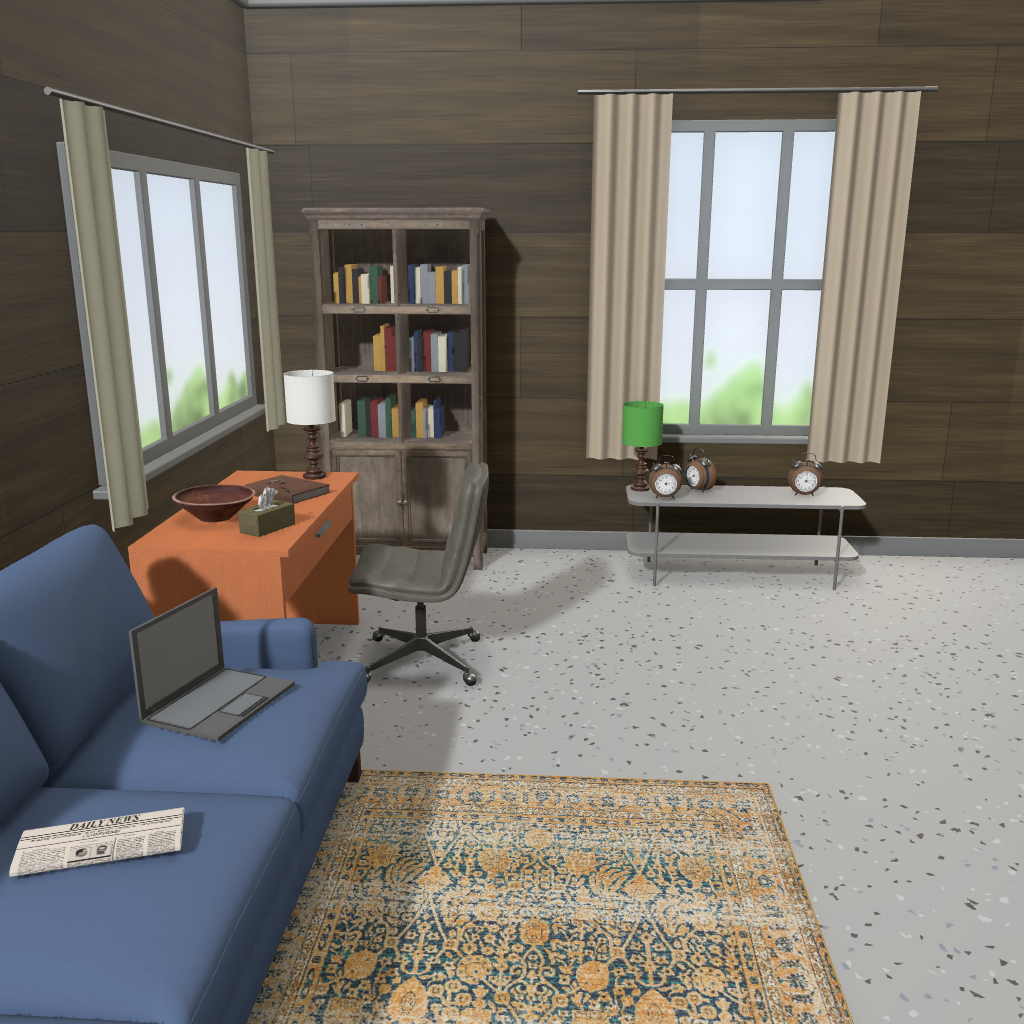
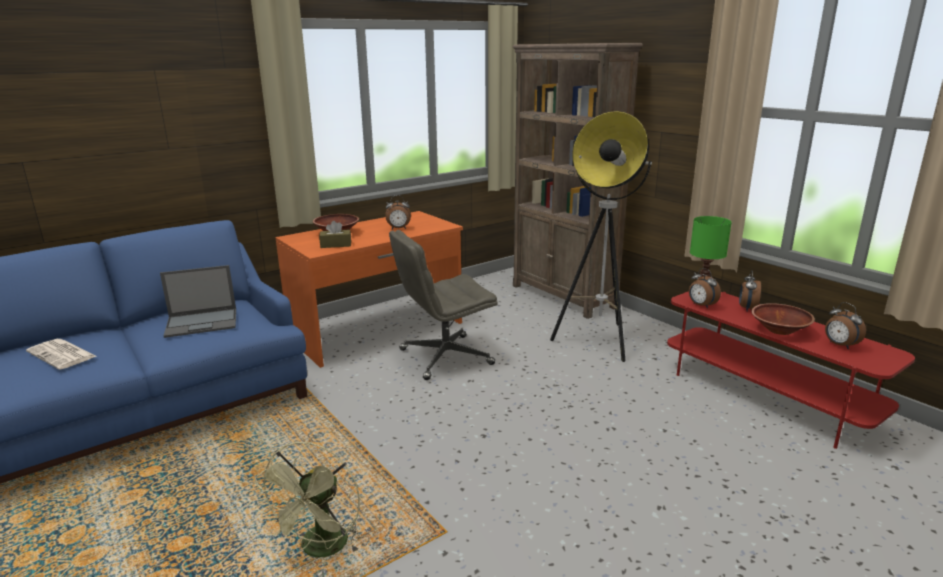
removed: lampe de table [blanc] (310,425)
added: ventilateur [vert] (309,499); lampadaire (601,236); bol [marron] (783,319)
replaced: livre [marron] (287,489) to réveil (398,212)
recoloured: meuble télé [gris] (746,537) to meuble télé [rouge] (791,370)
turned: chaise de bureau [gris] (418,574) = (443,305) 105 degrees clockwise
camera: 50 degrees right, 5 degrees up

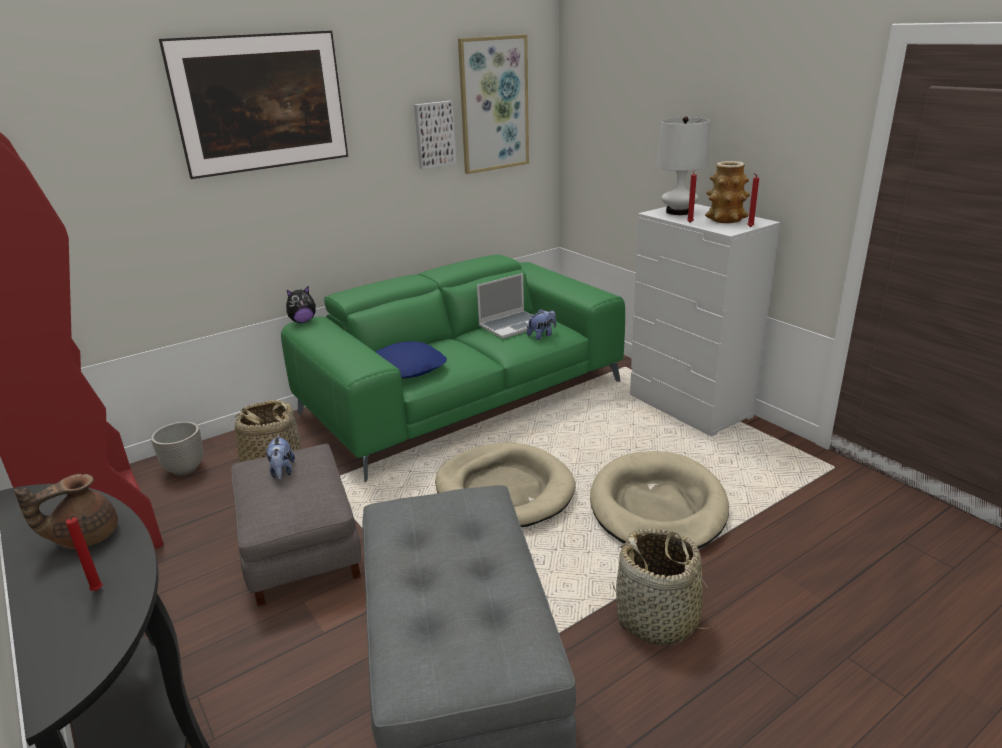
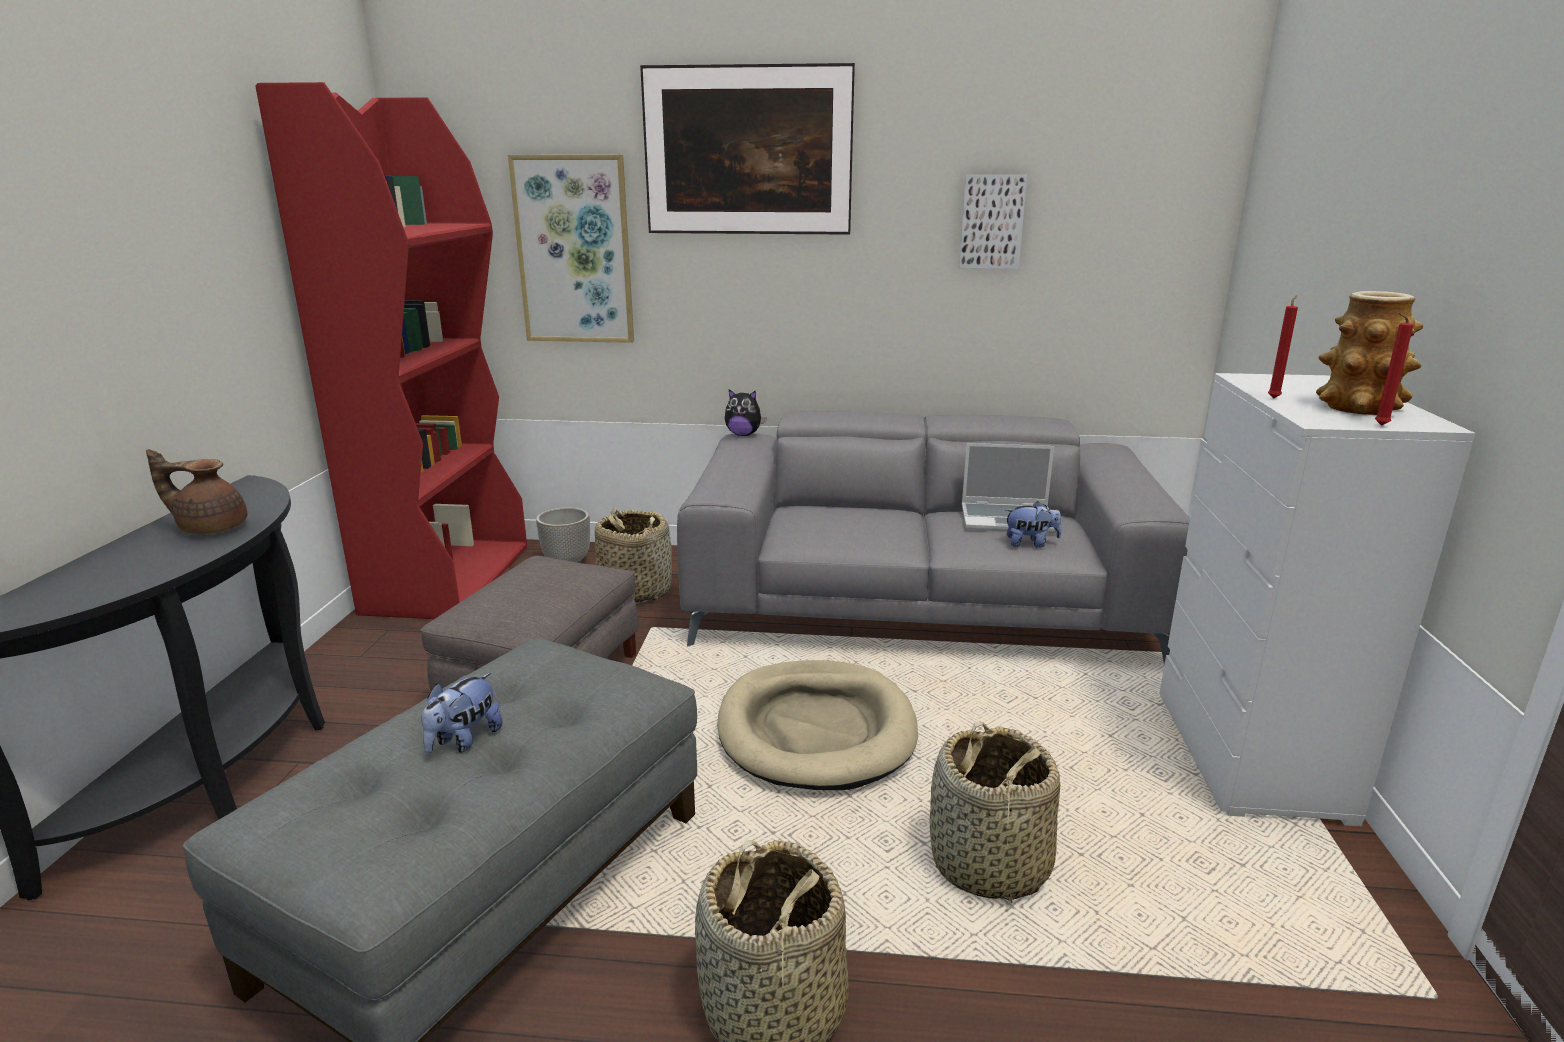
removed: bougie [rouge] (84,552); coussin [bleu] (411,359); lampe de table [blanc] (683,165)
moved: peluche (280,457) to (462,713); tableau (493,104) to (571,249)
replaced: panier pour chien [beige] (659,500) to panier (995,812)
recoloured: canapé [vert] (453,368) to canapé [gris] (933,537)
camera: 40 degrees right, 5 degrees down

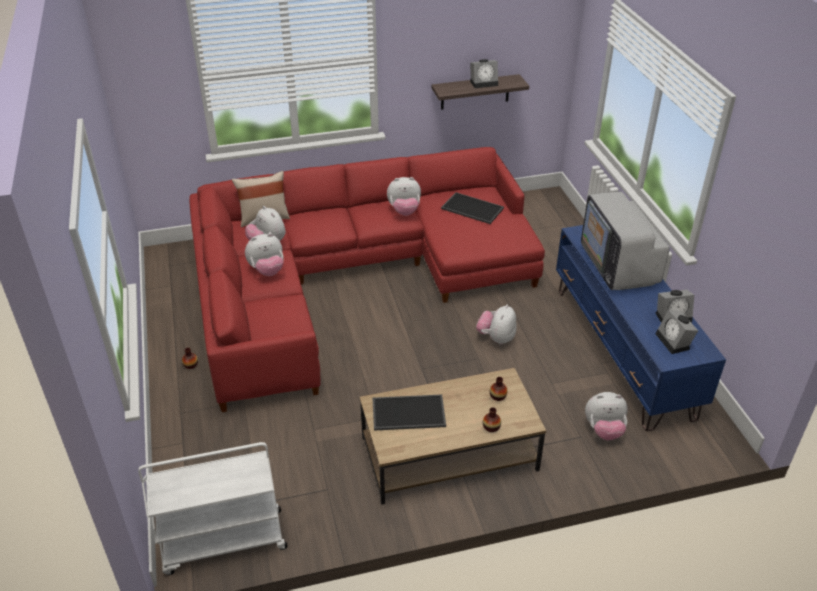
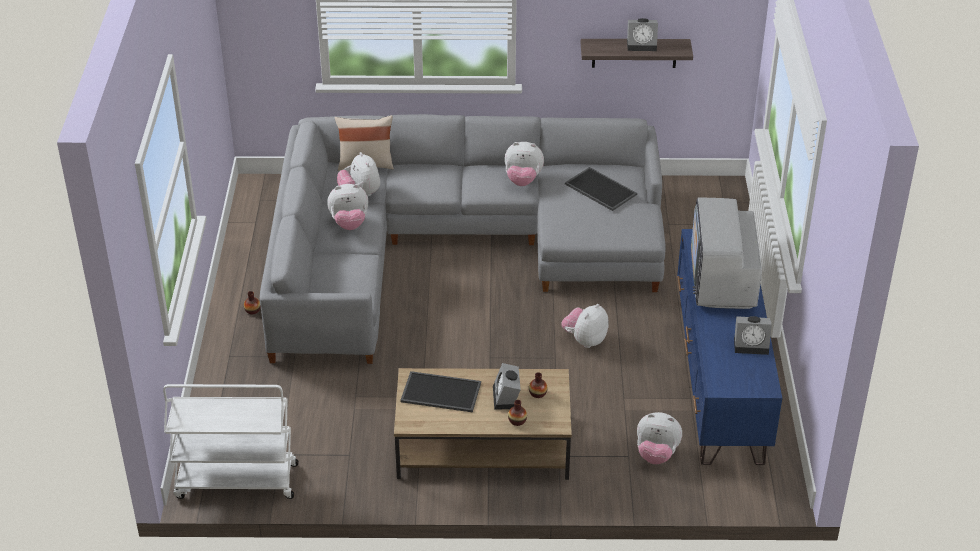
moved: réveil (676,332) to (507,386)
recoloured: canapé [rouge] (367,279) to canapé [gris] (463,239)
camera: 15 degrees right, 0 degrees up

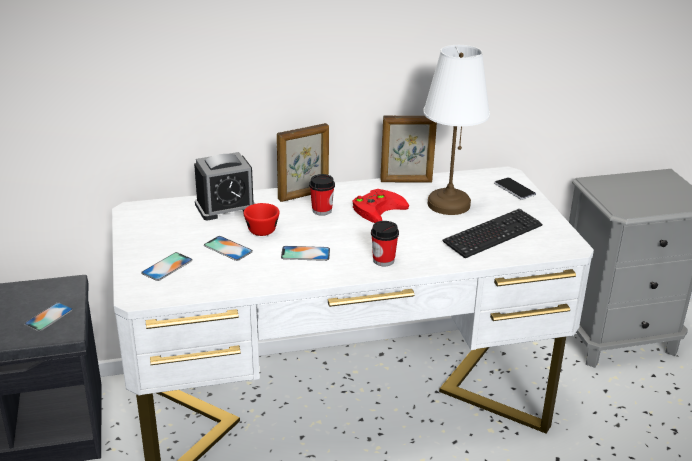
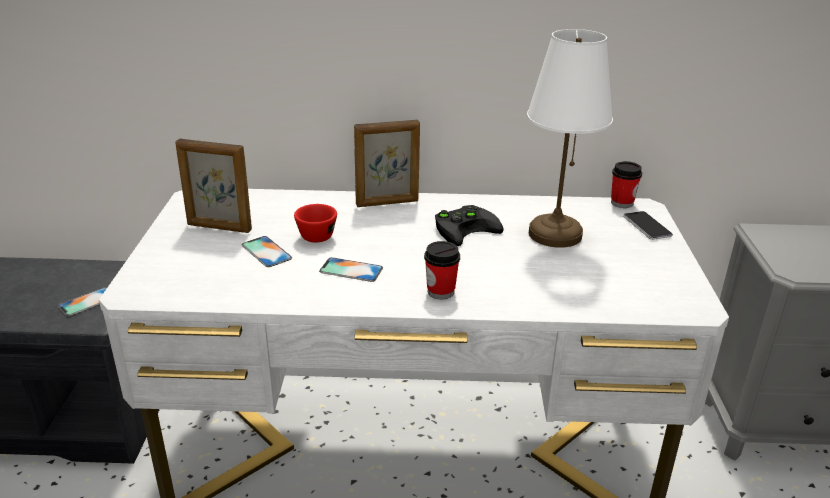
removed: téléphone (167,266); réveil (224,186); clavier (492,233)
moved: tasse (322,195) to (626,184); cadre photo (408,149) to (213,186)
recoloured: manette [rouge] (381,206) to manette [noir] (469,225)
camera: 15 degrees right, 0 degrees up

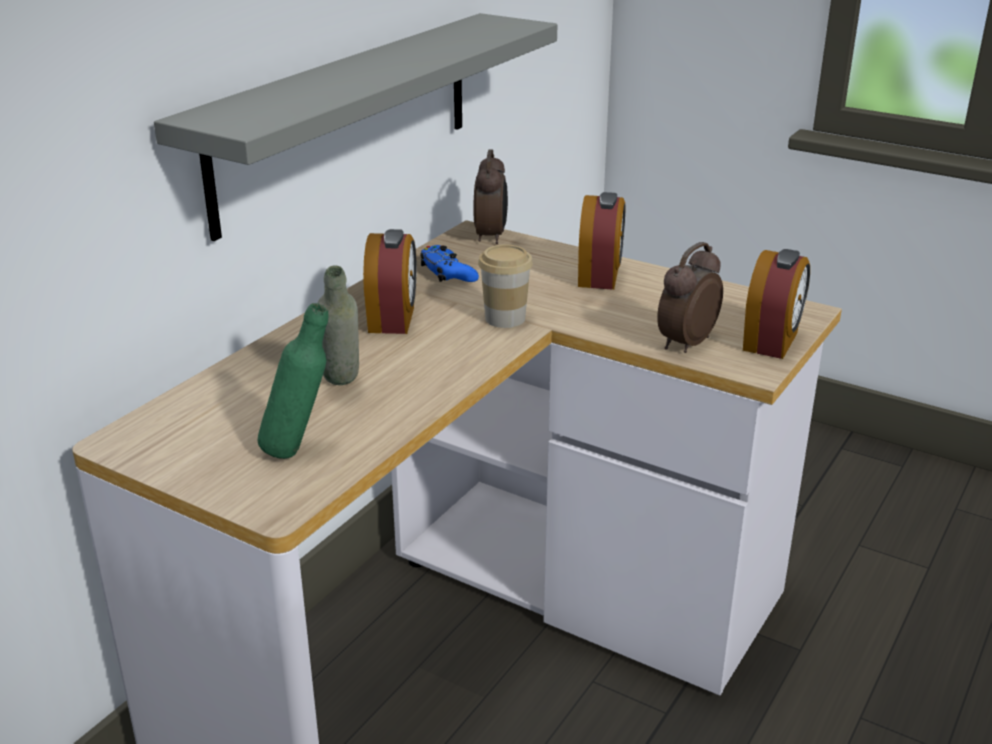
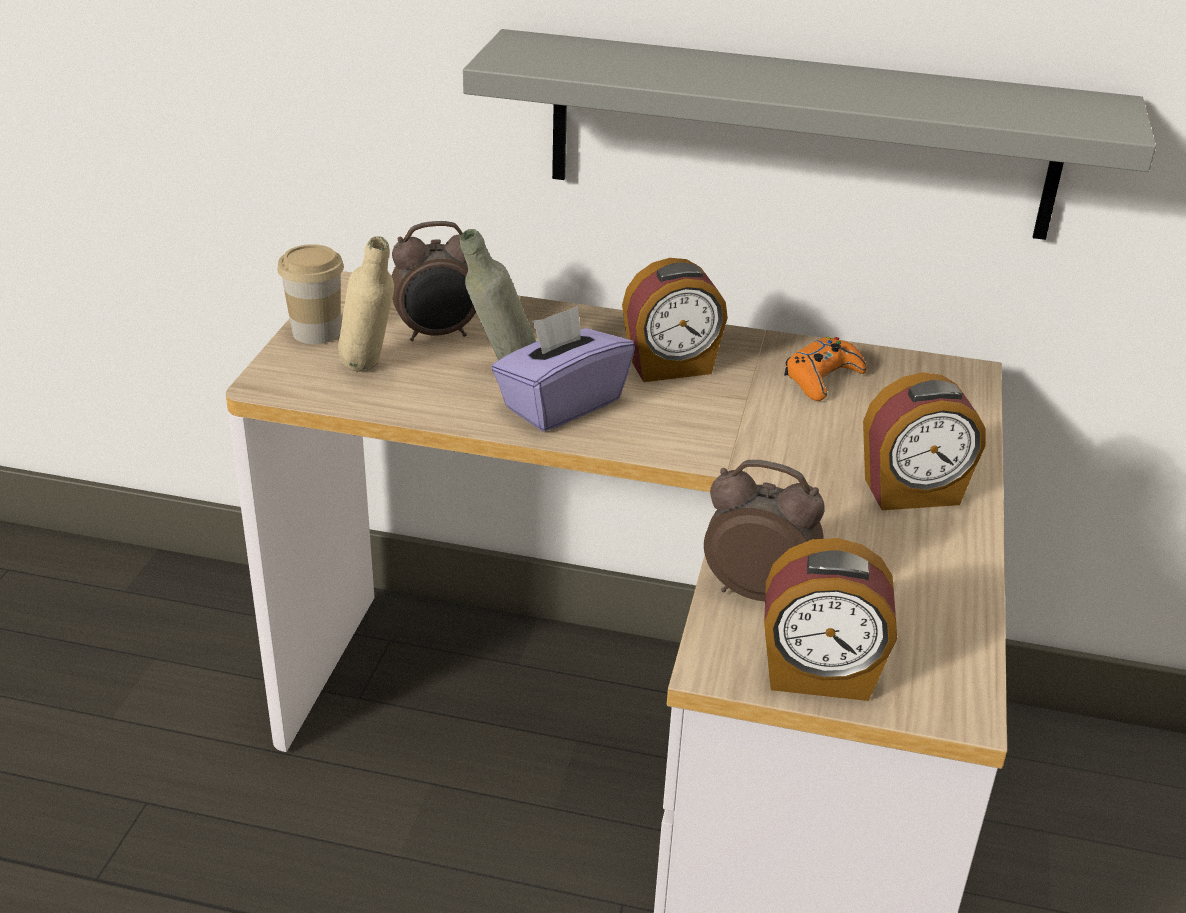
added: boîte à mouchoirs [violet] (563,369)
moved: réveil (490,196) to (434,281); tasse (505,286) to (310,294)
recoloured: bouteille [vert] (293,381) to bouteille [beige] (366,304); manette [bleu] (449,263) to manette [orange] (825,368)
camera: 70 degrees right, 5 degrees up

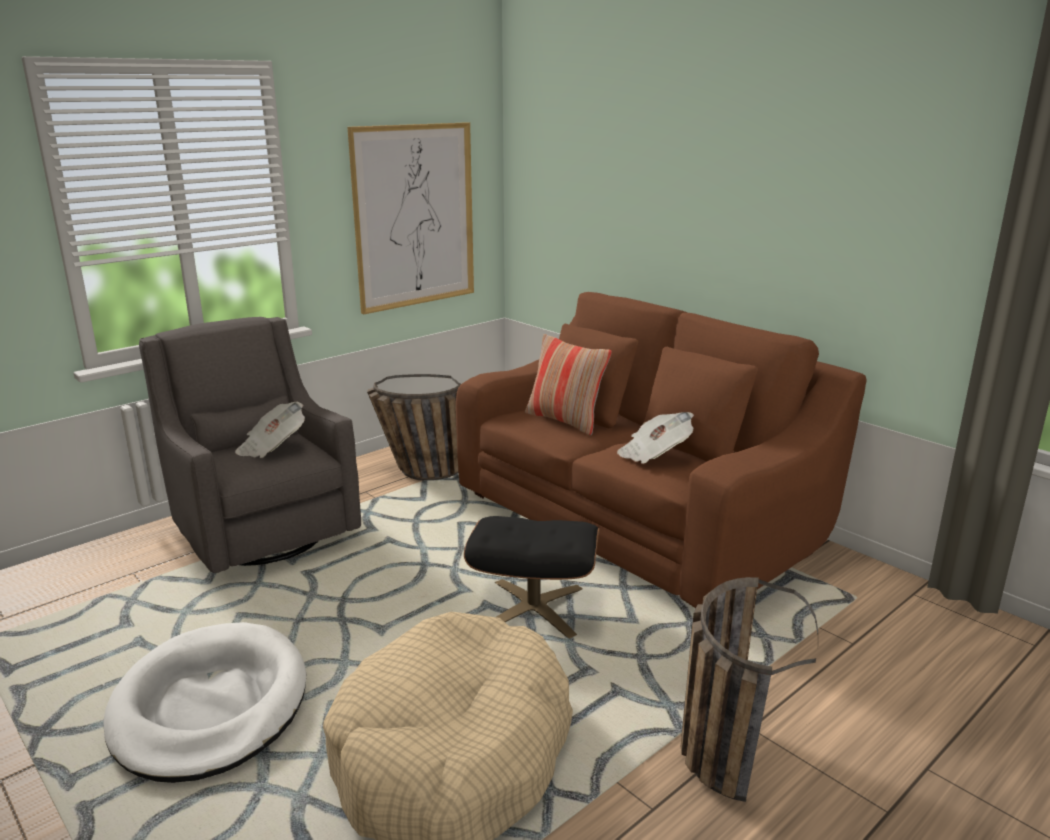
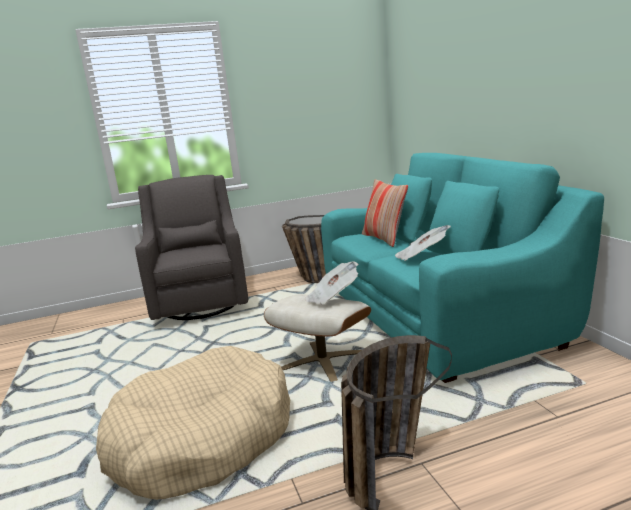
removed: panier pour chien [blanc] (204,702); tableau (410,218)
moved: journal (270,430) to (331,283)
recoloured: canapé [marron] (661,450) to canapé [turquoise] (462,268); pouf [noir] (532,577) to pouf [beige] (317,338)
camera: 25 degrees right, 5 degrees down

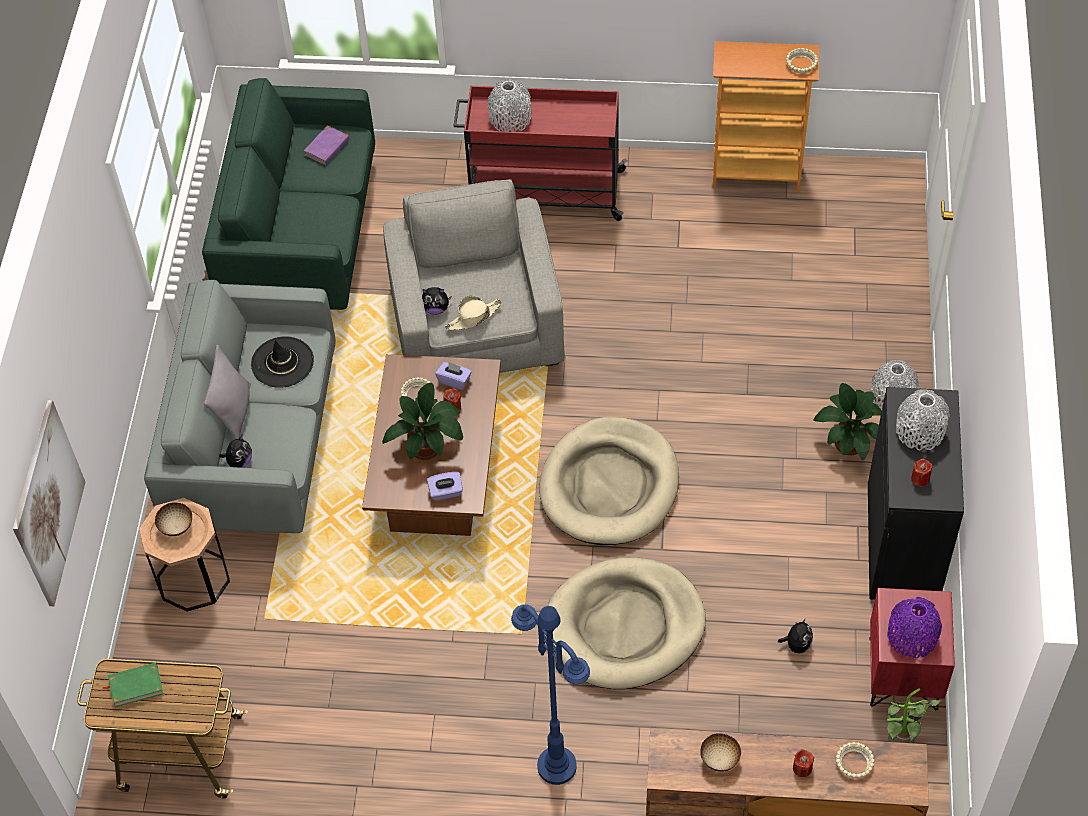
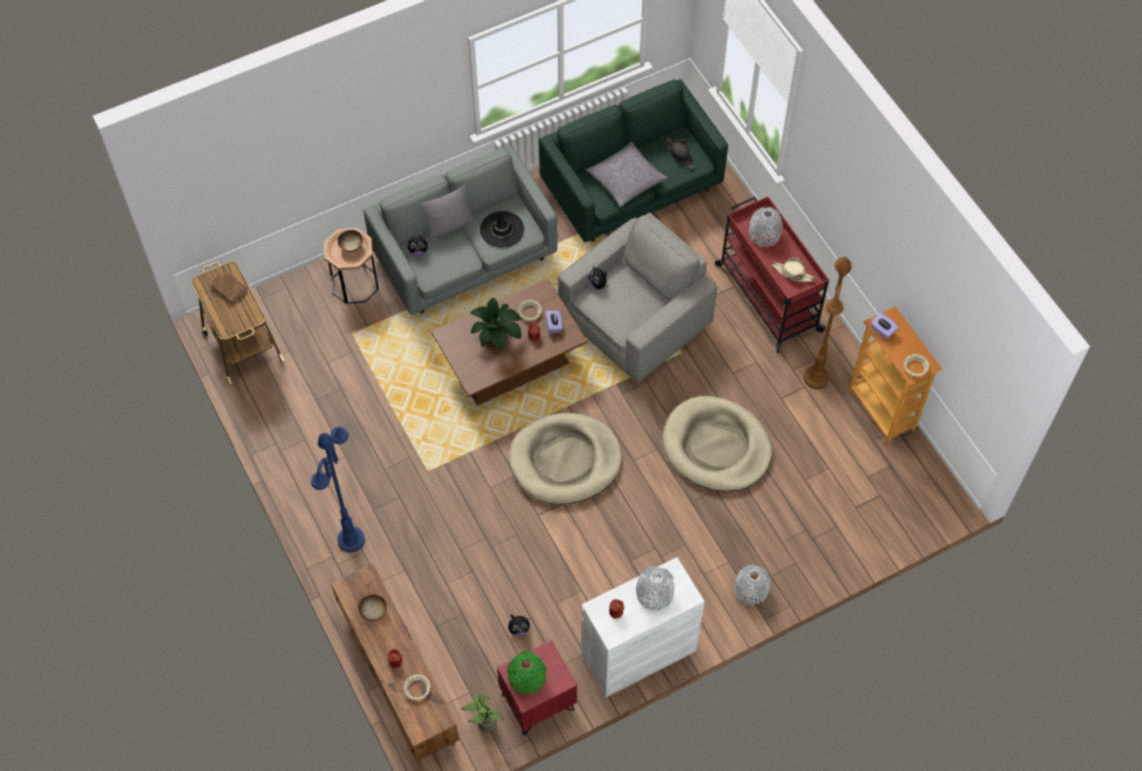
removed: tableau (49,503); plante en pot (847,421)
added: coussin [gris] (627,174); lampadaire [marron] (828,323)
moved: boîte à mouchoirs [violet] (445,486) to (885,326); chapeau [beige] (473,313) to (794,269); panier pour chien [beige] (626,623) to (717,444)
replaced: livre [violet] (326,145) to chapeau [noir] (680,153)
recoloured: livre [vert] (132,684) to livre [marron] (228,286); meuble de rangement [noir] (916,493) to meuble de rangement [blanc] (643,627); vase [violet] (914,627) to vase [vert] (527,673)
camera: 55 degrees right, 5 degrees up

